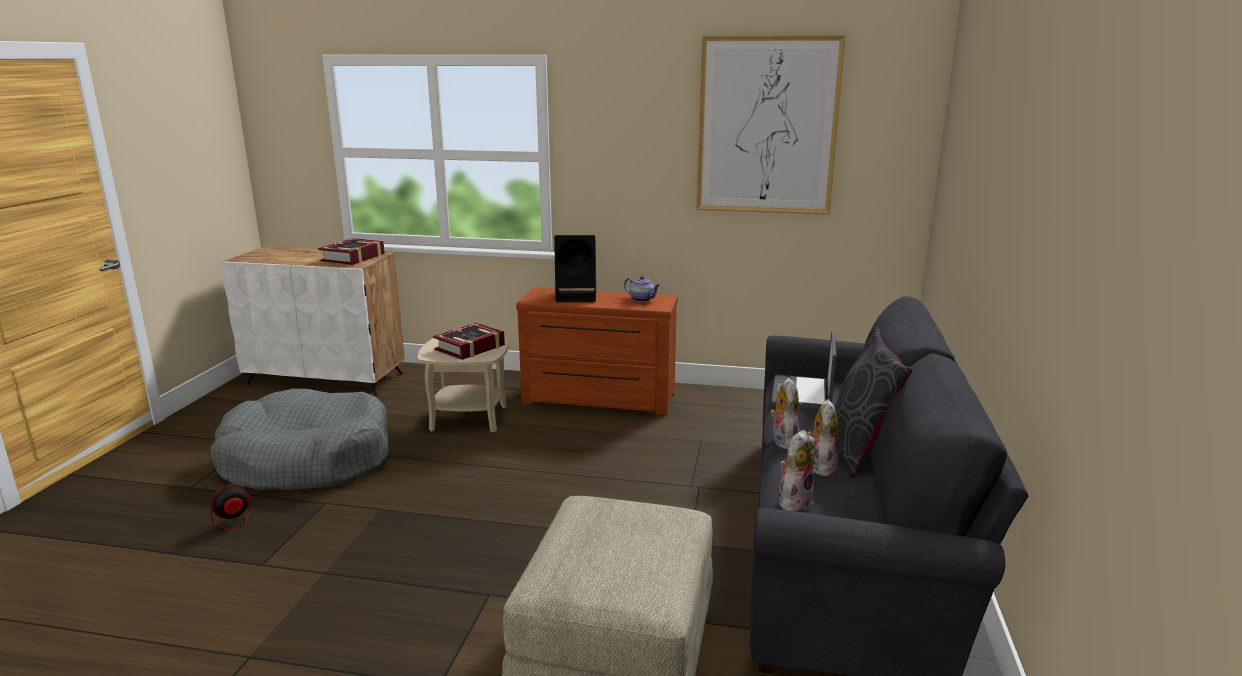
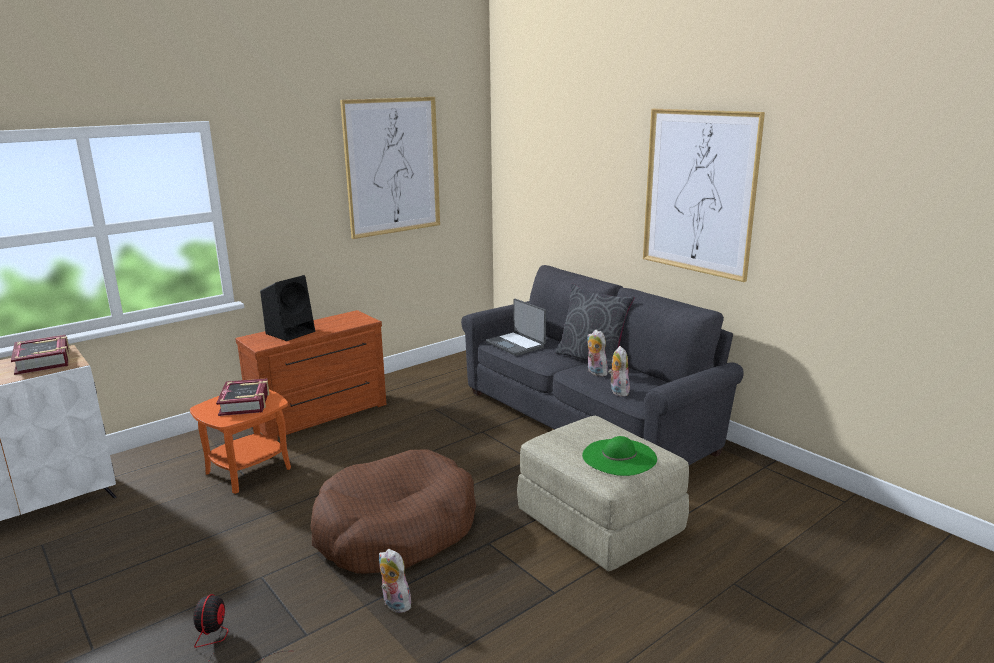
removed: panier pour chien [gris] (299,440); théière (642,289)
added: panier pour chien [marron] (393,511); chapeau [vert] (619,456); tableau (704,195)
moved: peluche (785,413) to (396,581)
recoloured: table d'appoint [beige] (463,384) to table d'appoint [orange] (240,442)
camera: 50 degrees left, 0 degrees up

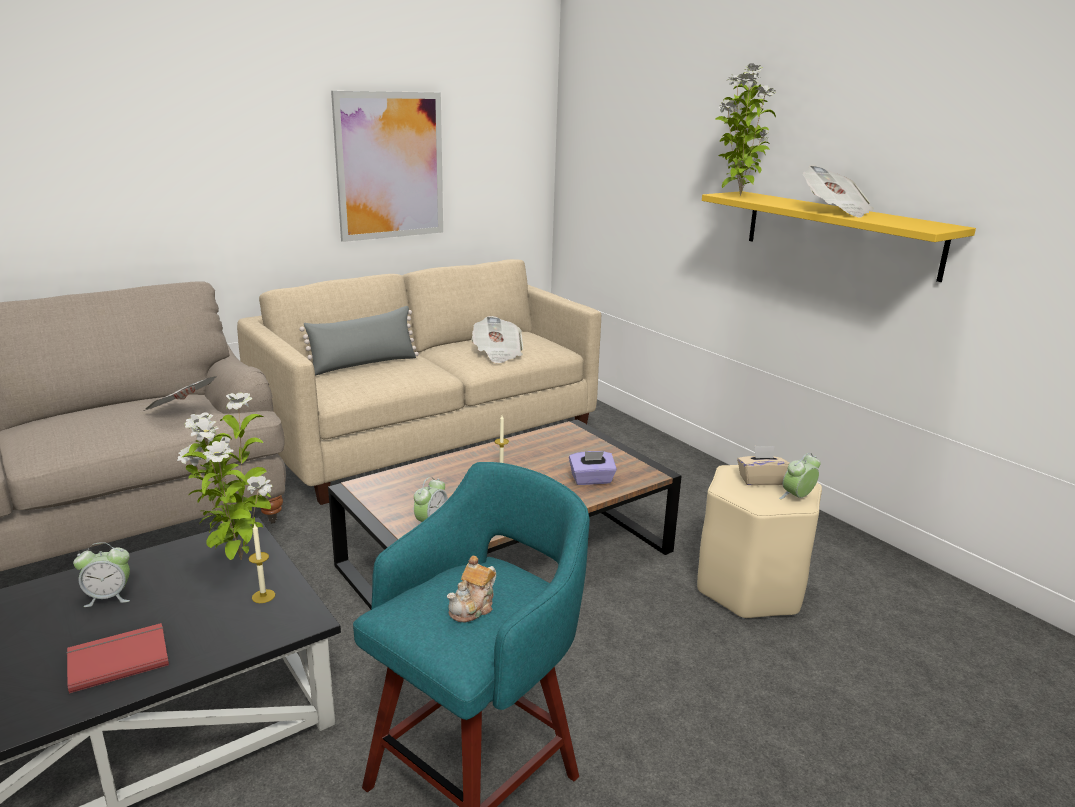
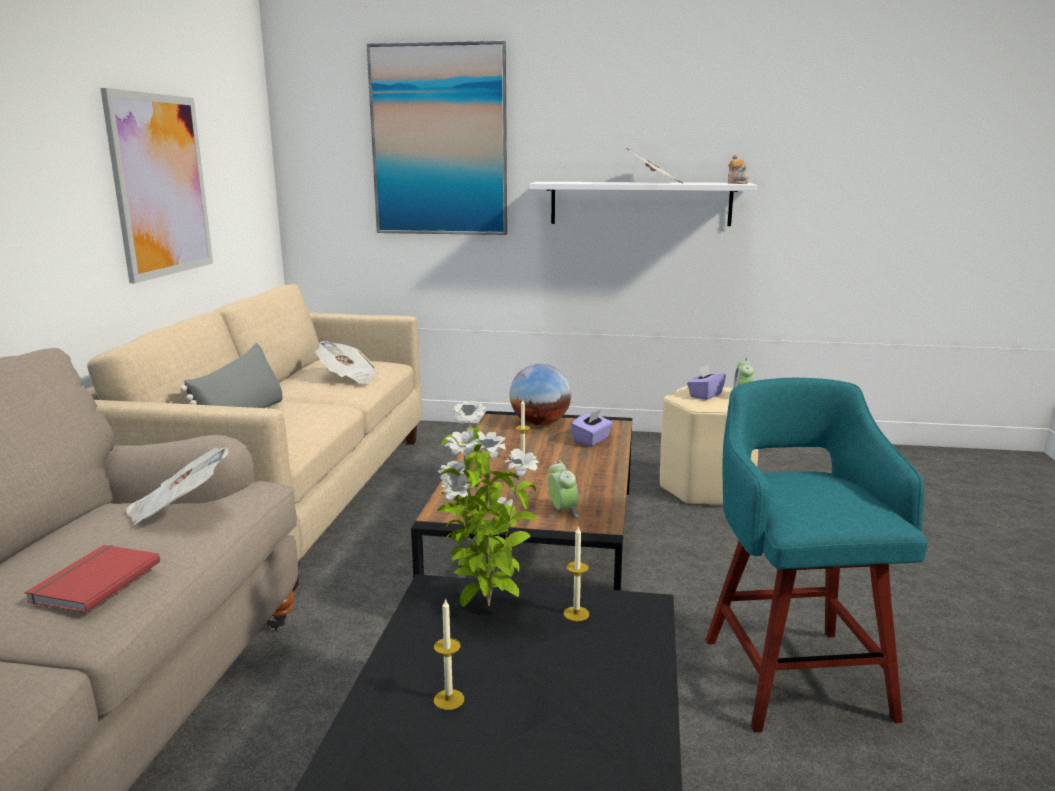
removed: plante en pot (745,129)
added: tableau (436,138); globe (540,394)
moved: livre [rouge] (118,658) to (92,579); théière (471,589) to (738,169)
replaced: réveil (101,574) to bougie (449,654)
recoloured: étagère [jaune] (839,236) to étagère [blanc] (643,204); boîte à mouchoirs [beige] (763,465) to boîte à mouchoirs [violet] (706,382)
camera: 45 degrees left, 5 degrees down

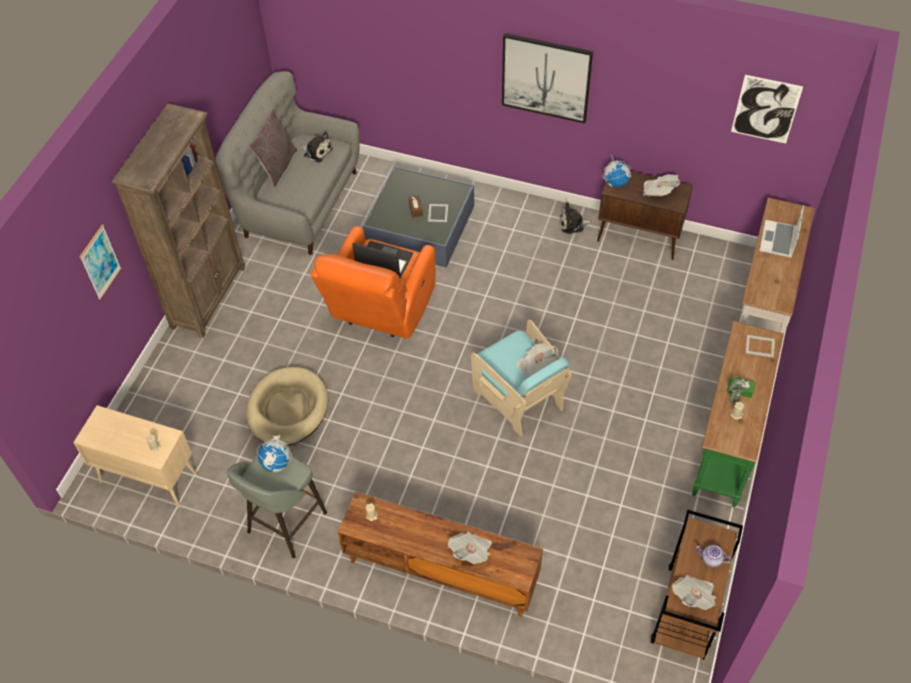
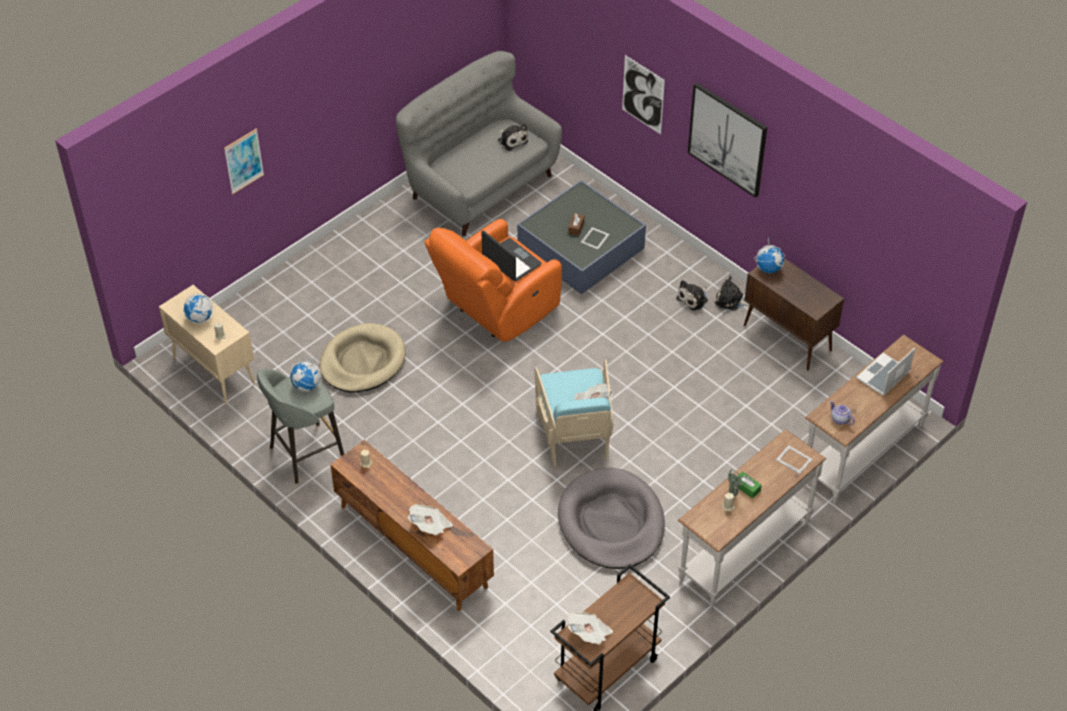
removed: bibliothèque [marron] (178,220); coussin [gris] (273,147); journal (661,185)
added: globe (199,308); panier pour chien [gris] (611,518); peluche (692,295)
moved: théière (714,556) to (842,413); tableau (767,109) to (643,94)
recoloured: table console [vert] (738,414) to table console [blanc] (752,518)
camera: 25 degrees right, 5 degrees down

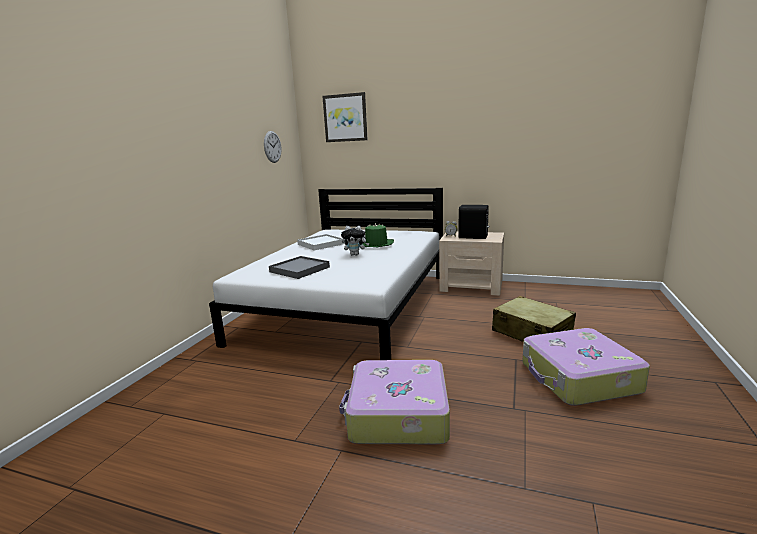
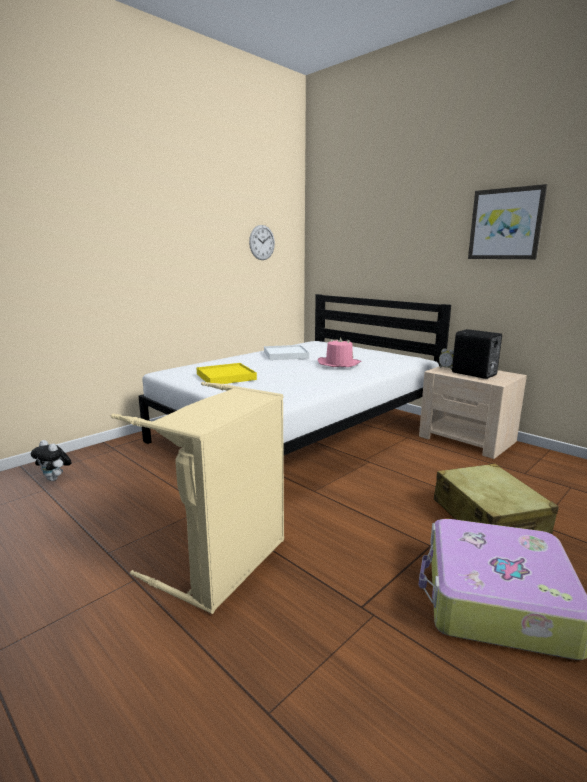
moved: tableau (345,117) to (508,221); peluche (355,241) to (51,460)
replaced: valise (394,402) to panier à linge [beige] (197,498)
recoloured: plateau [gris] (299,267) to plateau [jaune] (226,373); chapeau [vert] (378,235) to chapeau [rose] (339,352)
camera: 25 degrees right, 0 degrees up

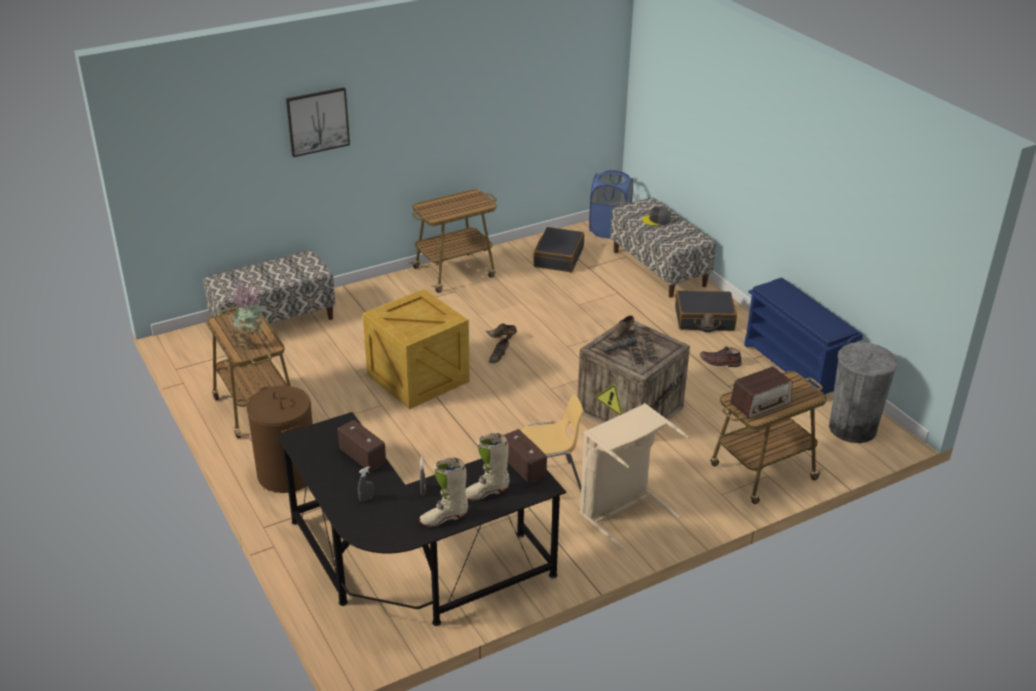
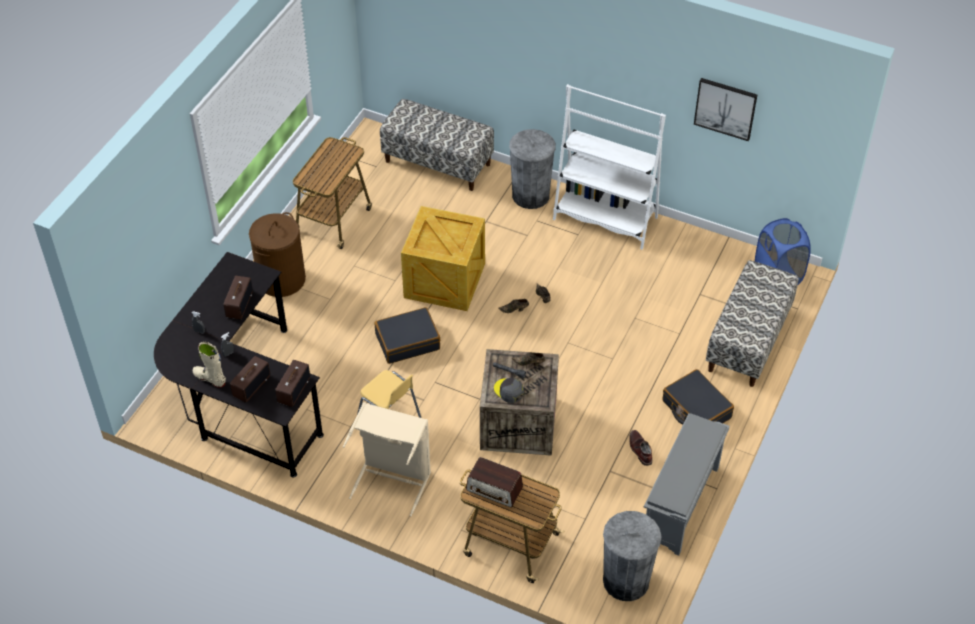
removed: plante en pot (246,314)
added: poubelle [gris] (532,169)
moved: tableau (318,122) to (725,109); valise [noir] (558,249) to (407,335); casquette [gris] (656,216) to (509,390)
replaced: chariot (453,241) to bibliothèque [blanc] (609,167); botte [beige] (487,466) to radio (250,379)
recoloured: étagère à chaussures [bleu] (803,335) to étagère à chaussures [gris] (686,484)
camera: 55 degrees right, 15 degrees up

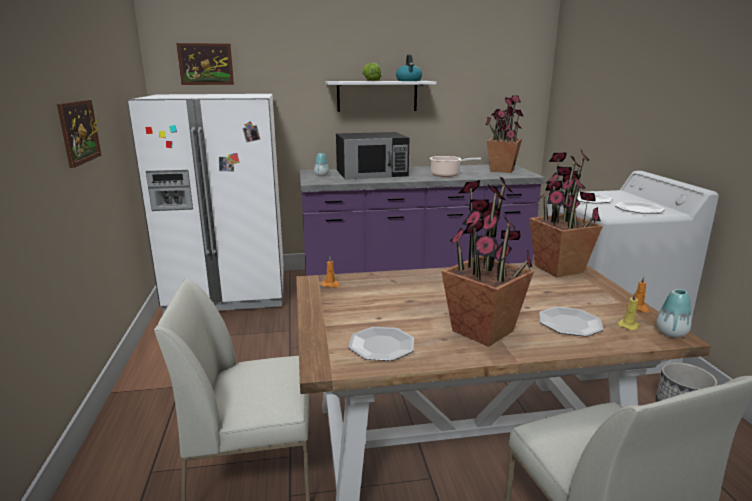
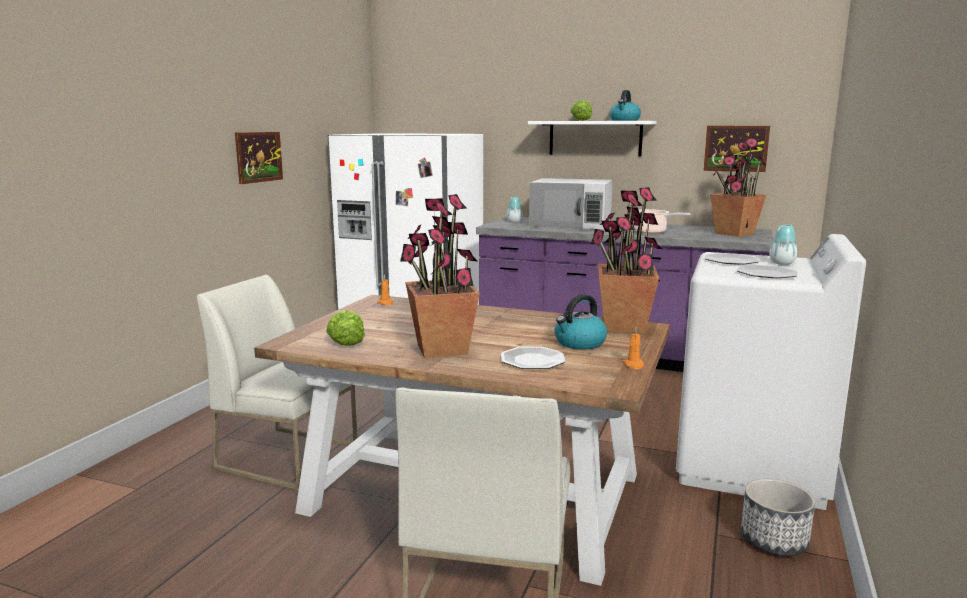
removed: bougie [jaune] (629,311)
added: bouilloire (580,321)
moved: tableau (205,64) to (736,149); vase (674,313) to (783,244)
replaced: assiette (381,344) to laitue (345,328)
recoloured: micro-ondes [noir] (372,156) to micro-ondes [blanc] (571,203)
camera: 30 degrees right, 5 degrees down

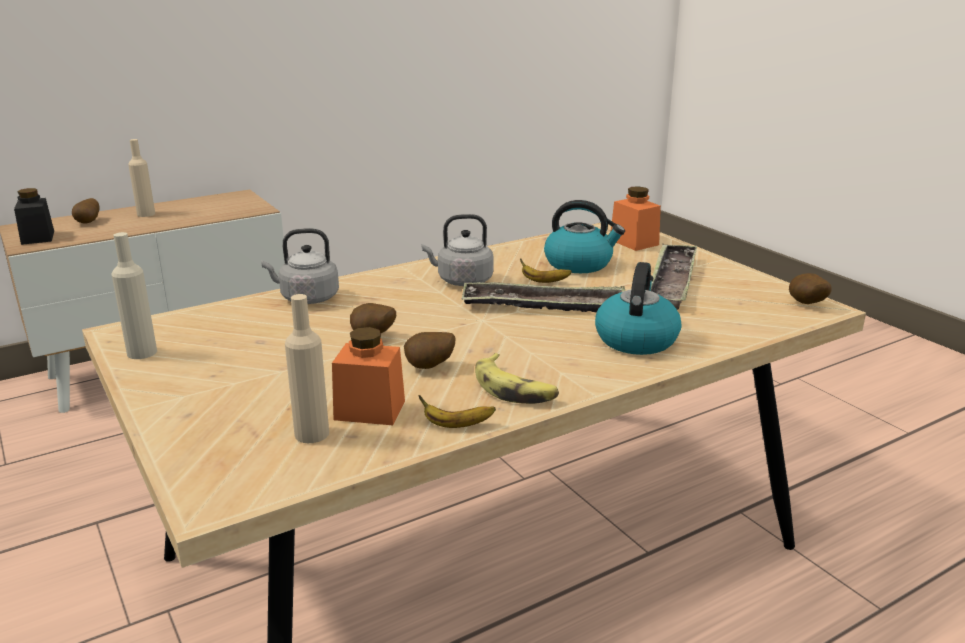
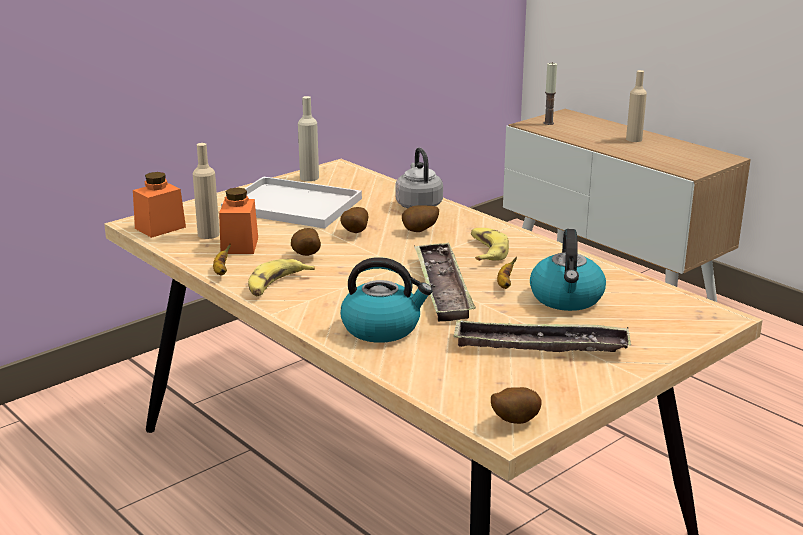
added: plateau [blanc] (291,202)
moved: pomme de terre (85,211) to (420,218); bocal [orange] (636,218) to (159,205)
replaced: bocal [noir] (34,216) to bougie (550,93); bouilloire [gris] (458,250) to banane (490,244)
camera: 80 degrees right, 0 degrees up

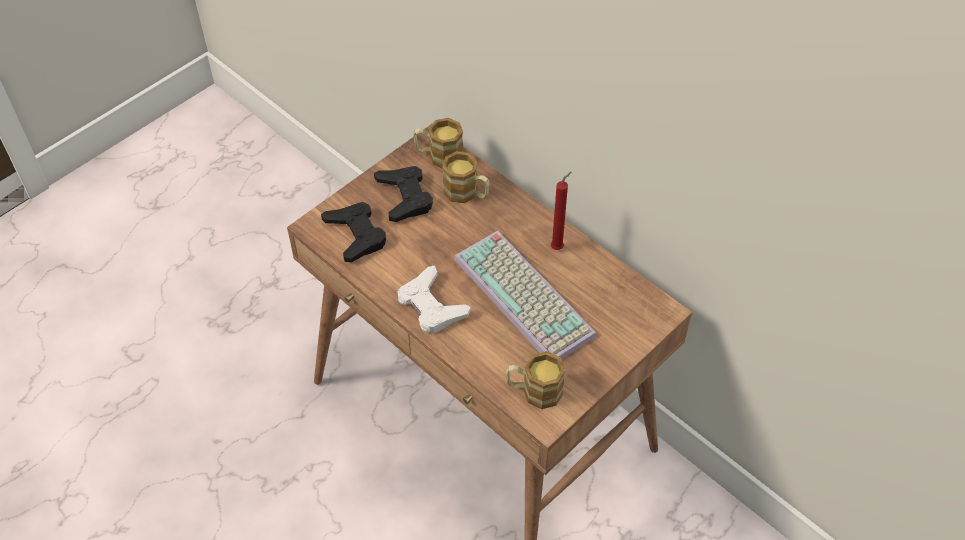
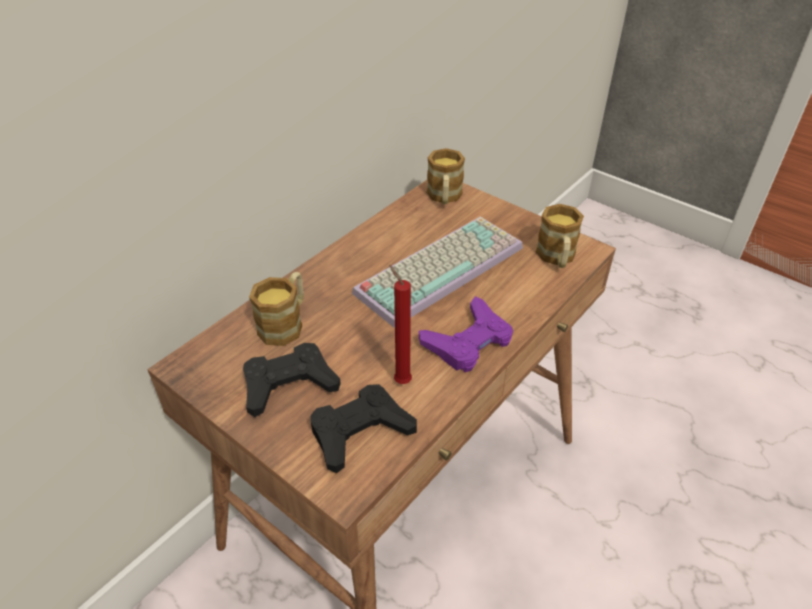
moved: mug (438,143) to (446,176); bougie [rouge] (561,210) to (400,324)
recoloured: manette [blanc] (434,299) to manette [violet] (466,334)
camera: 95 degrees left, 10 degrees down

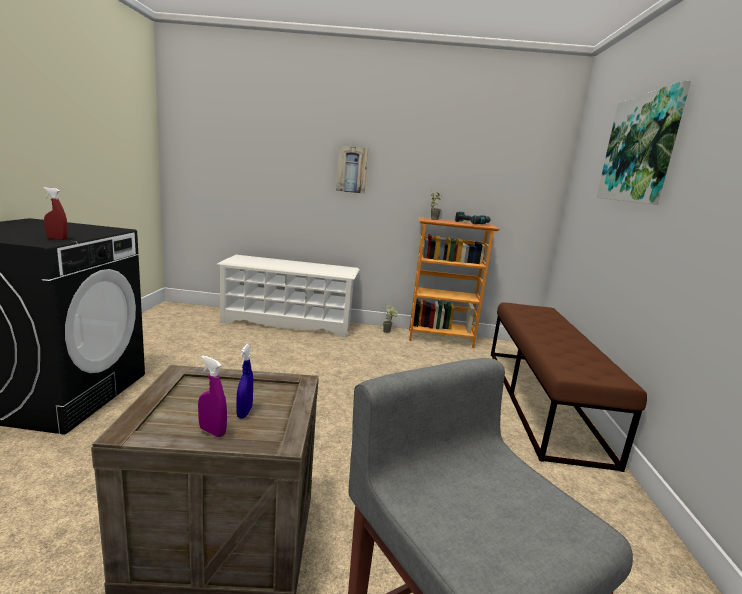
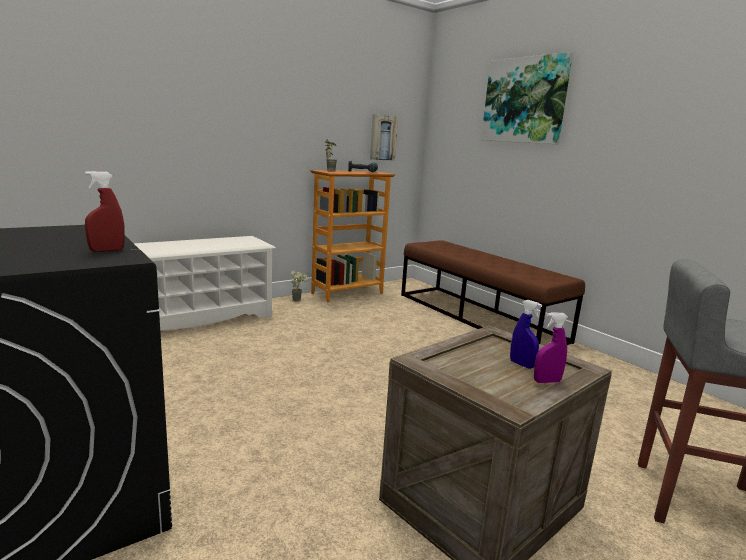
moved: tableau (352,170) to (384,137)
camera: 40 degrees left, 0 degrees up

